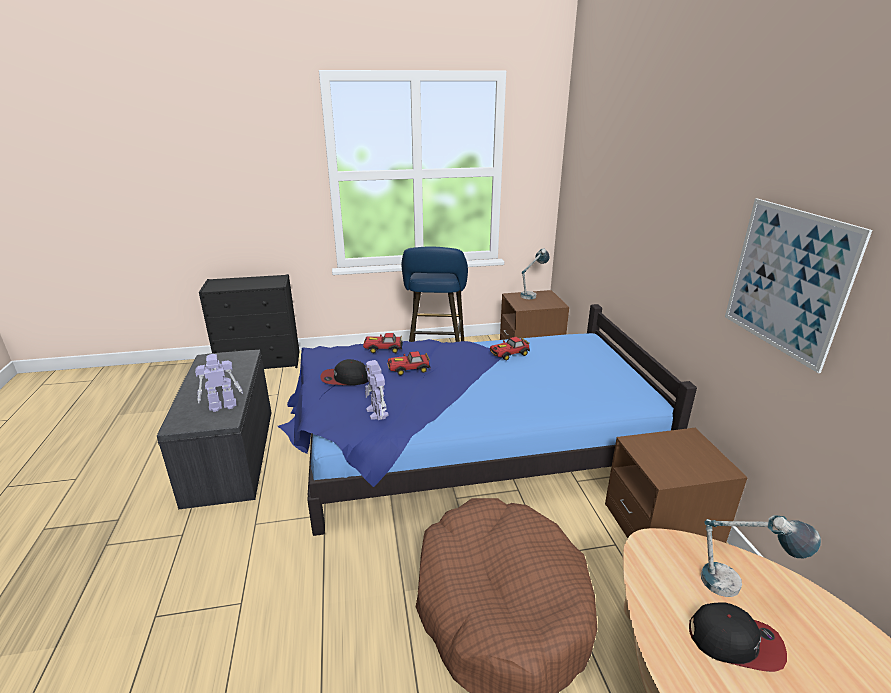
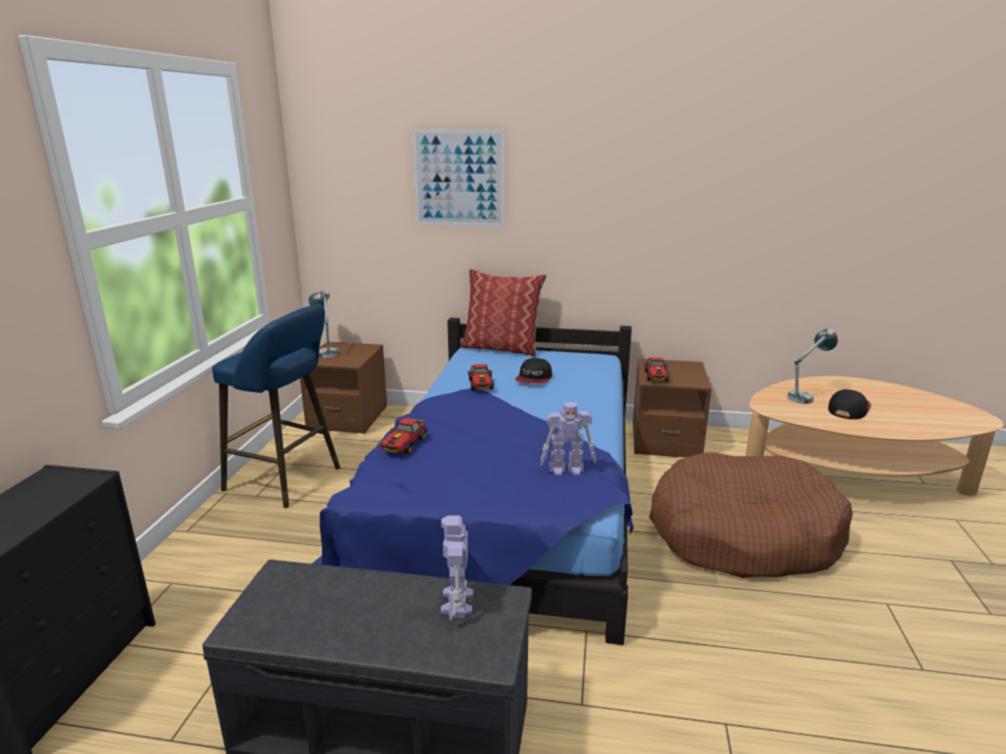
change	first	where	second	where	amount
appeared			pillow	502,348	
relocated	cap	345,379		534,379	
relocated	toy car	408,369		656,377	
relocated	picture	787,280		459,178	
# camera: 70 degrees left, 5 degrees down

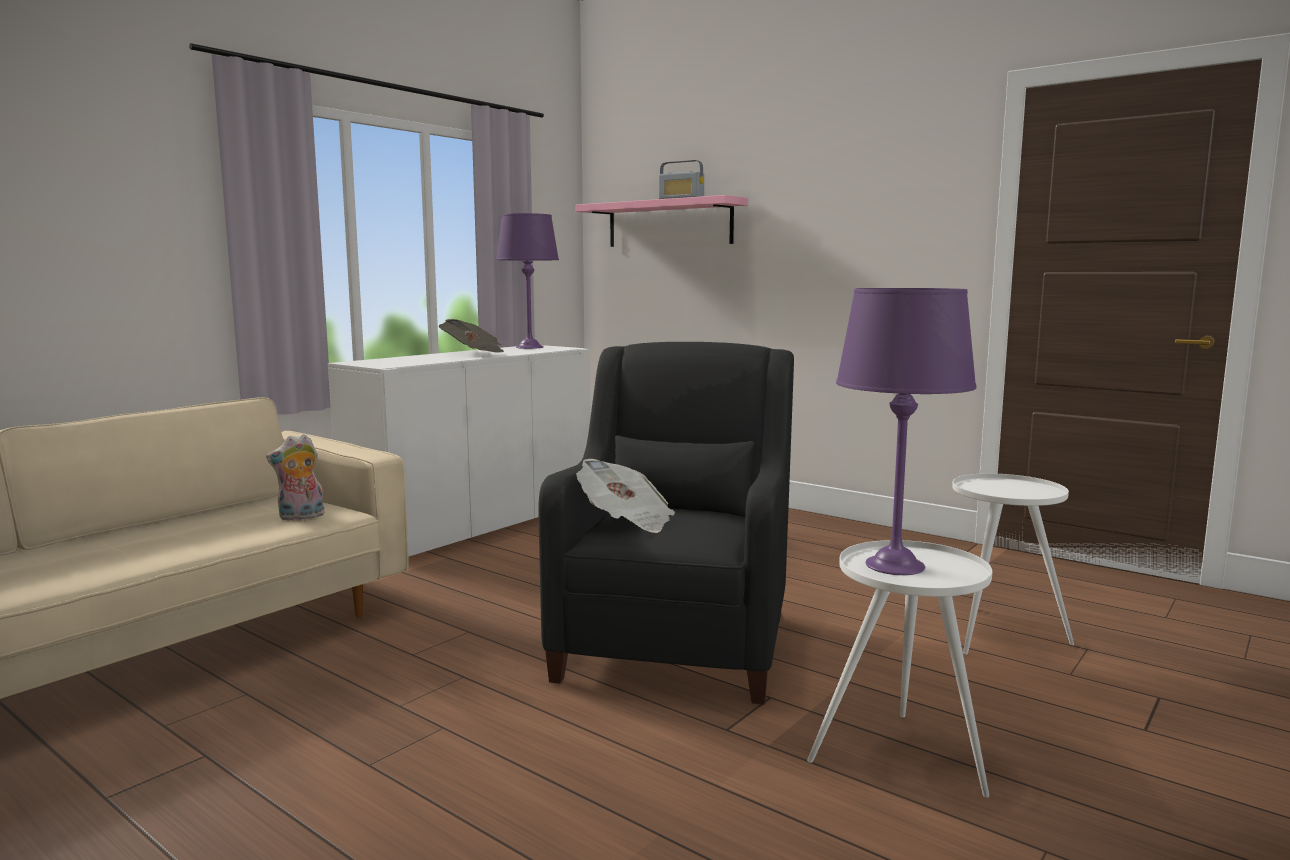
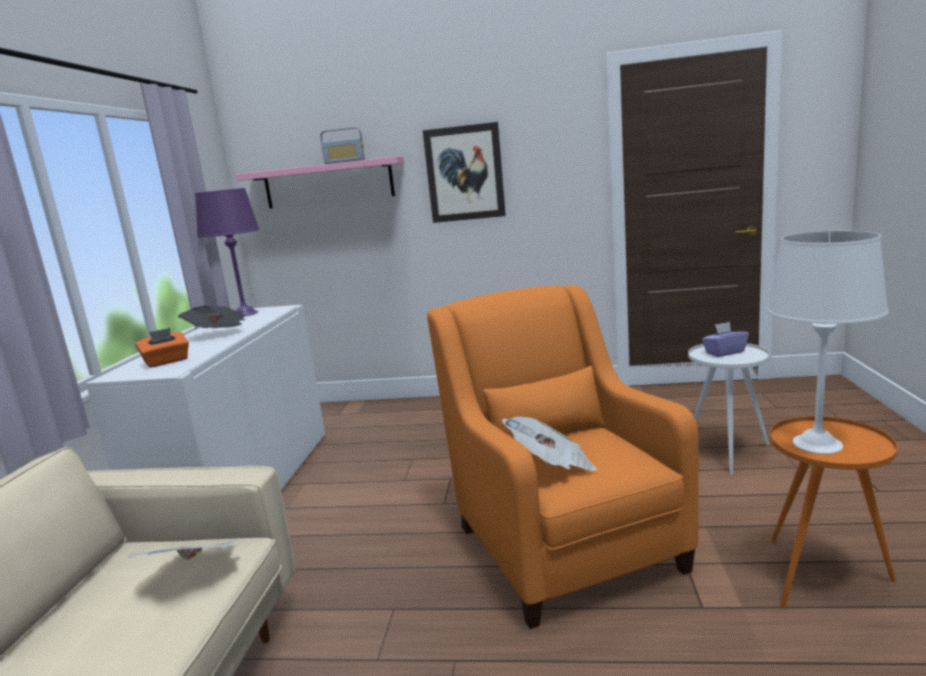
change	first	where	second	where	amount
appeared			tissue box (orange)	167,362	
appeared			picture	464,173	
appeared			tissue box (purple)	724,352	
exchanged	plush toy	300,517	newspaper	197,571	
colour	armchair (black)	677,641	armchair (orange)	563,542	
colour	side table (white)	902,760	side table (orange)	821,577	
colour	table lamp (purple)	896,565	table lamp (white)	818,444	
# camera: 30 degrees left, 5 degrees up

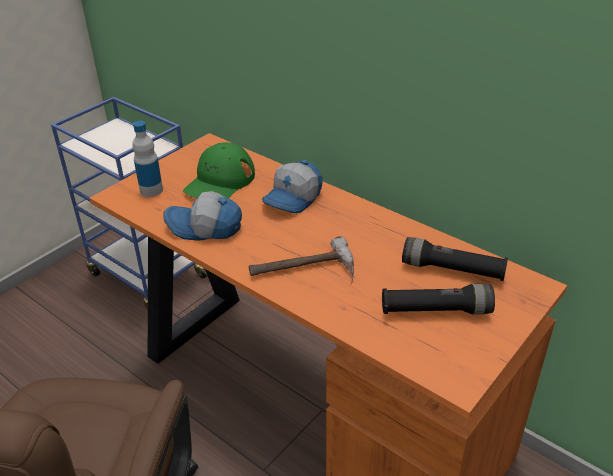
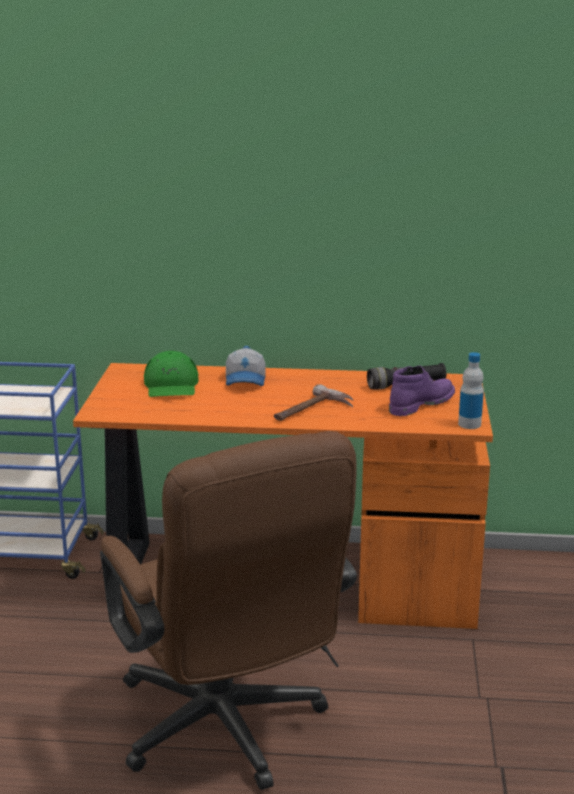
change	first	where	second	where	amount
missing	cap	204,228			
relocated	bottle	151,190		469,424	
exchanged	flashlight (black)	435,311	boot (purple)	420,404	
# camera: 35 degrees left, 15 degrees down

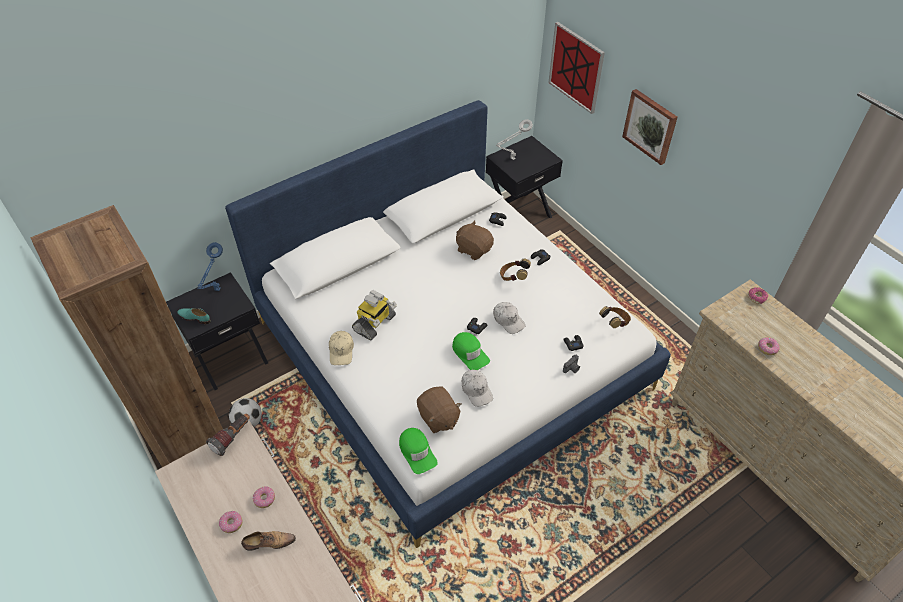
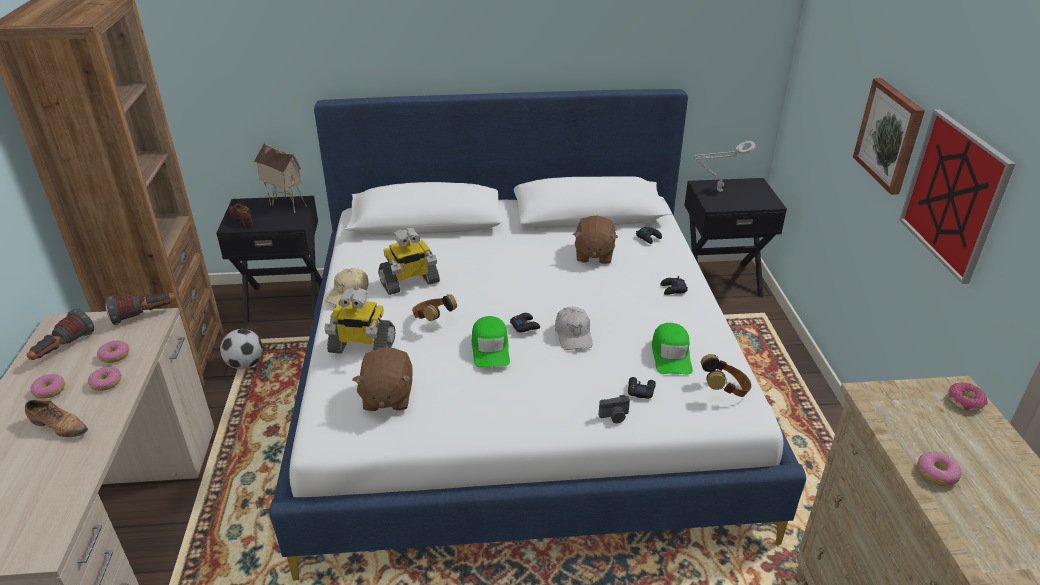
change	first	where	second	where	amount
missing	cap (white)	476,390			
appeared			flashlight	63,349	
appeared			donut	114,356	
appeared			toy robot	361,346	
relocated	cap (green)	417,452		671,354	
relocated	headphones	513,277		433,320	
relocated	picture	576,67		954,194	
exchanged	table lamp (blue)	217,291	toy house	285,205	
colour	shoe (turquoise)	194,317	shoe (brown)	241,218	
spun	plush toy (brown)	474,249		593,255	150 degrees counterclockwise
# camera: 30 degrees right, 15 degrees down

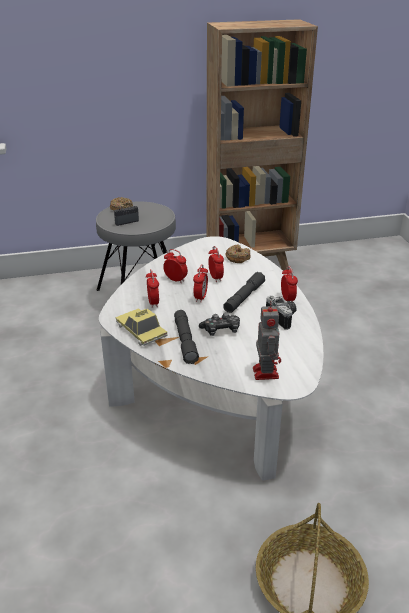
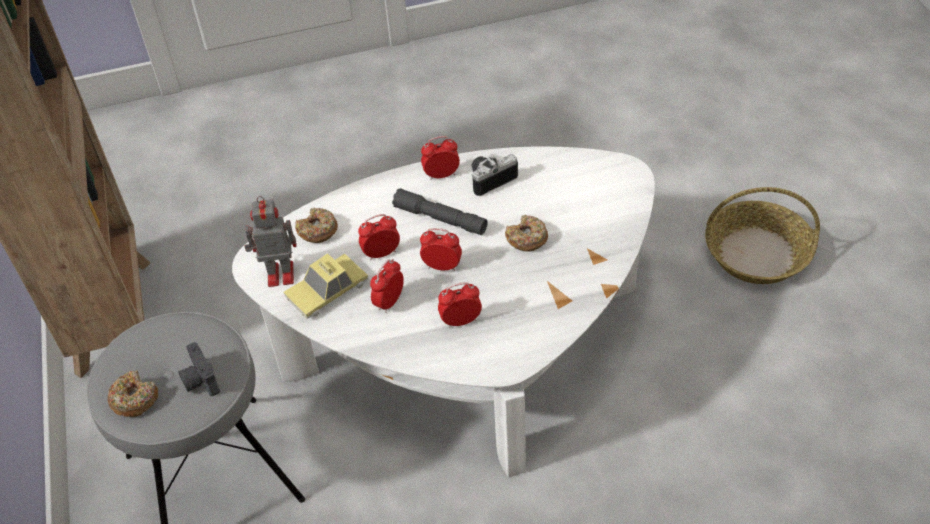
change	first	where	second	where	amount
missing	flashlight (grey)	185,341			
relocated	toy car	141,331		327,291	
relocated	toy robot	265,372		278,274	
exchanged	game controller	221,330	donut	526,239	
# camera: 90 degrees left, 15 degrees up

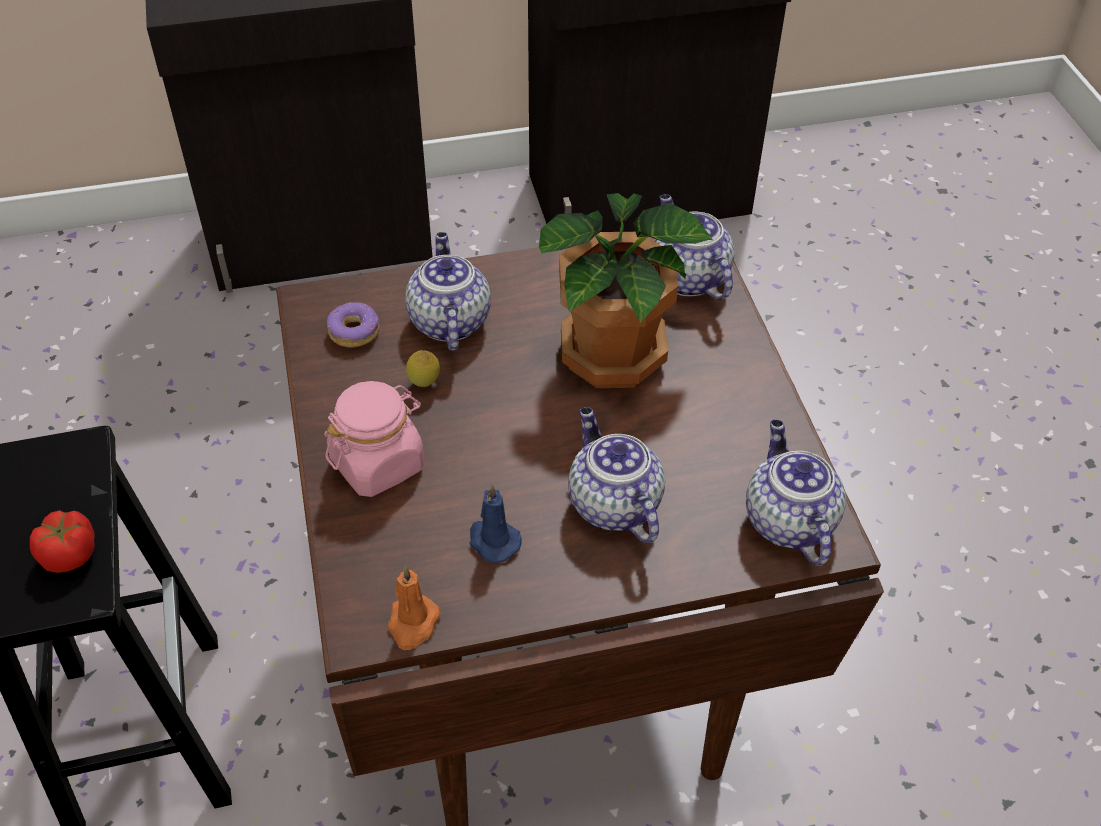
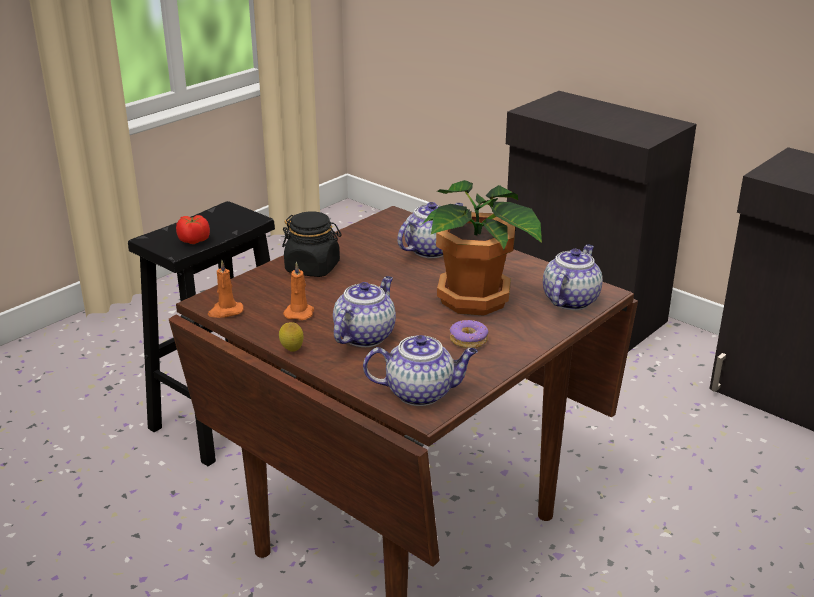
change	first	where	second	where	amount
relocated	donut	354,331		468,340	
relocated	lemon	424,385		292,351	
colour	jar (pink)	378,463	jar (black)	313,268	
colour	candle (blue)	493,541	candle (orange)	299,313	
spun	teapot	787,520		421,392	45 degrees clockwise
# camera: 55 degrees right, 20 degrees down

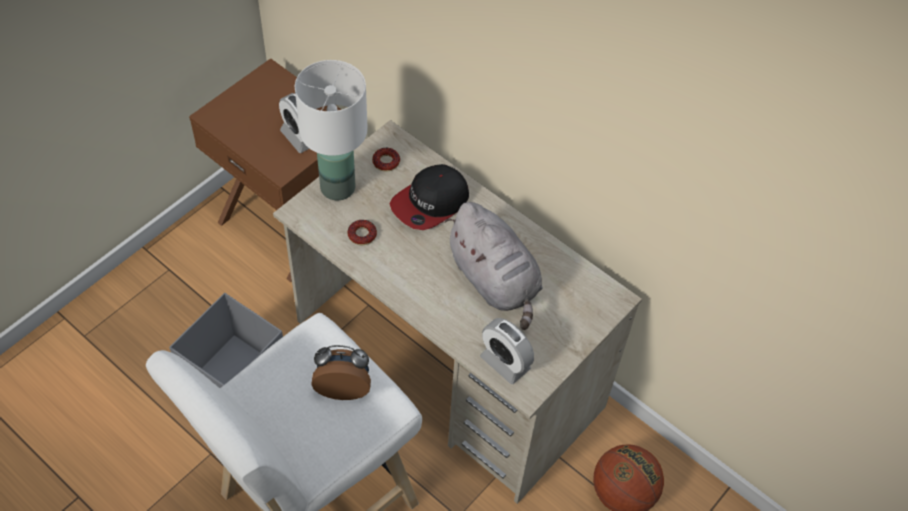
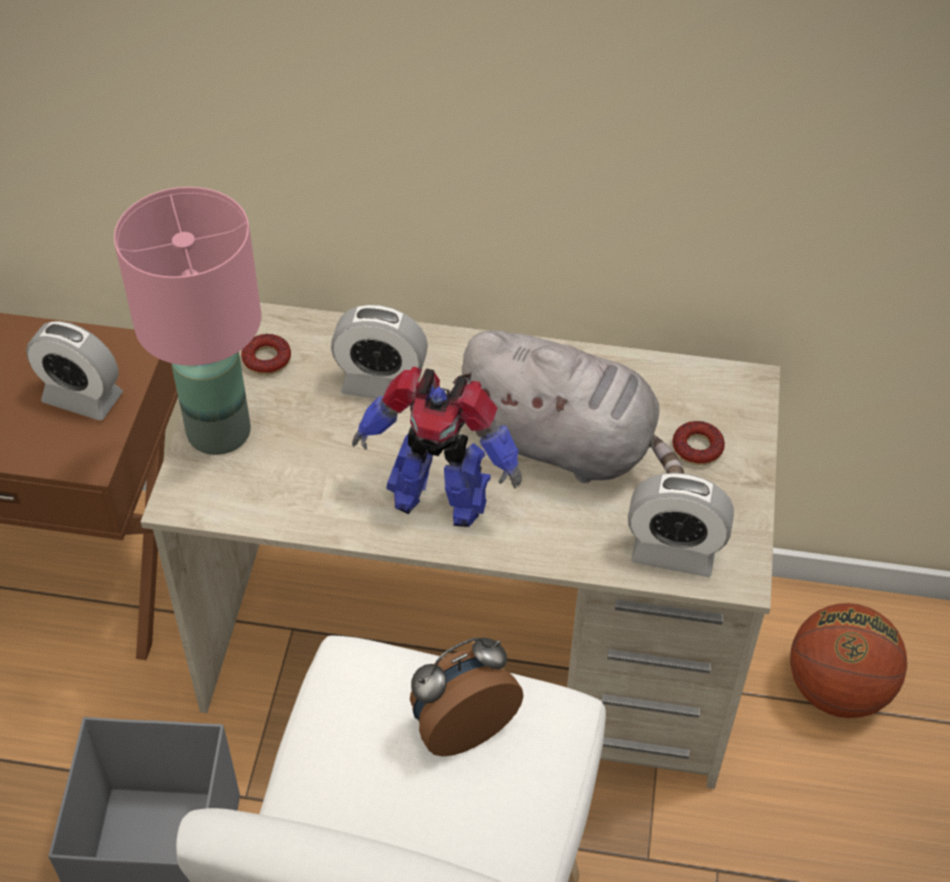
change	first	where	second	where	amount
appeared			toy robot	438,497	
relocated	donut	362,235		697,448	
exchanged	cap	430,203	alarm clock	381,384	
colour	table lamp (white)	337,186	table lamp (pink)	217,431	
# camera: 30 degrees left, 5 degrees down

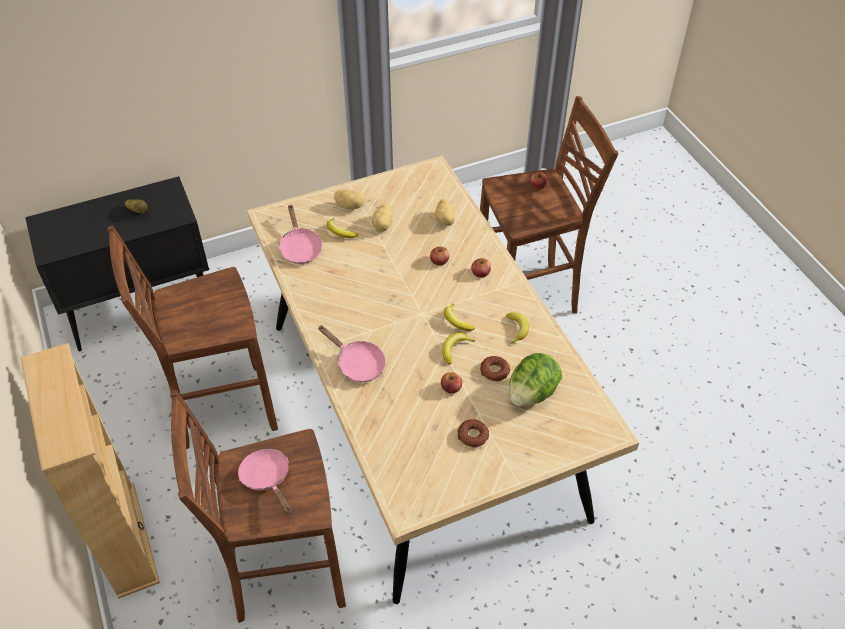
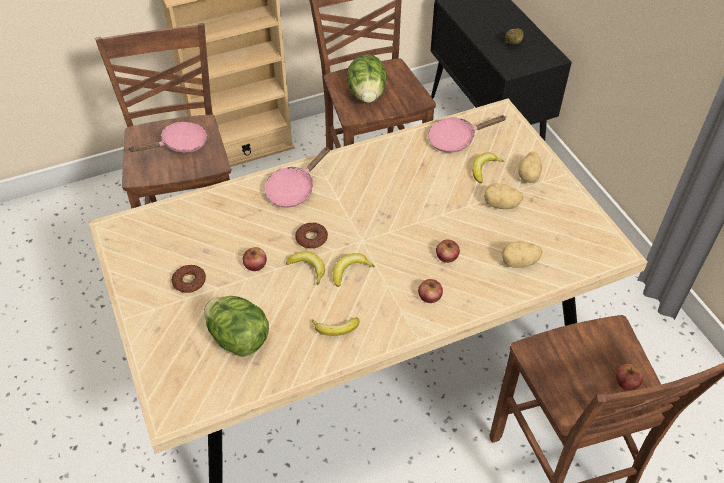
change	first	where	second	where	amount
appeared			lettuce	367,94	
relocated	donut	494,371		311,238	
# camera: 90 degrees right, 0 degrees up

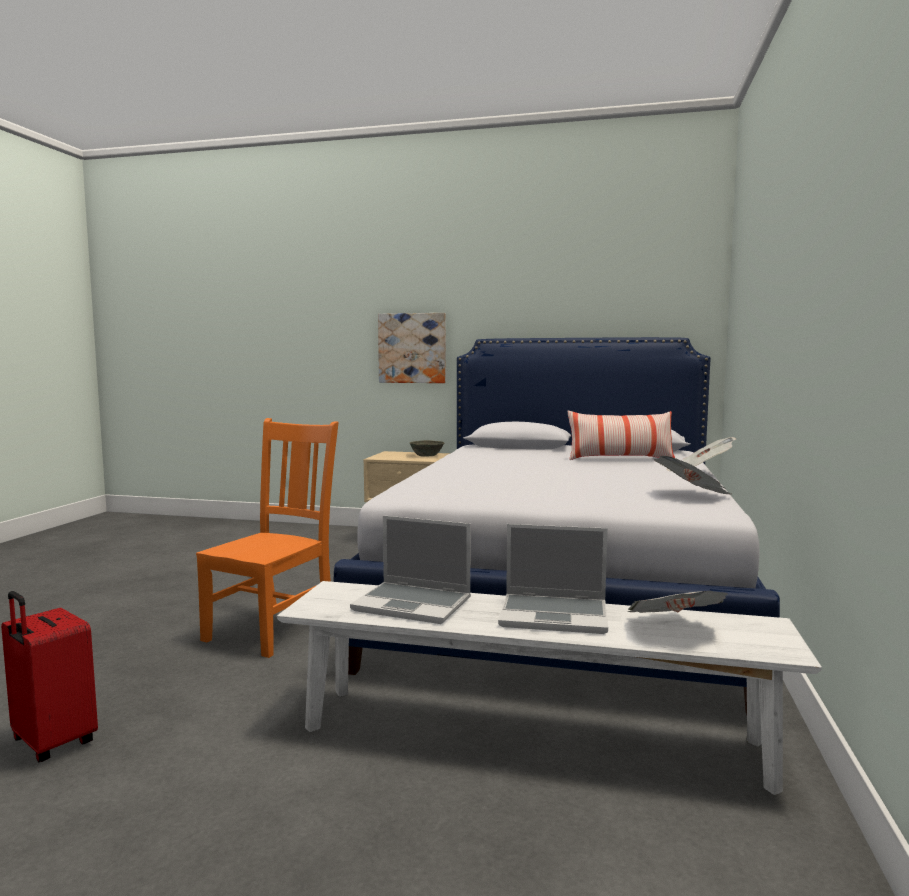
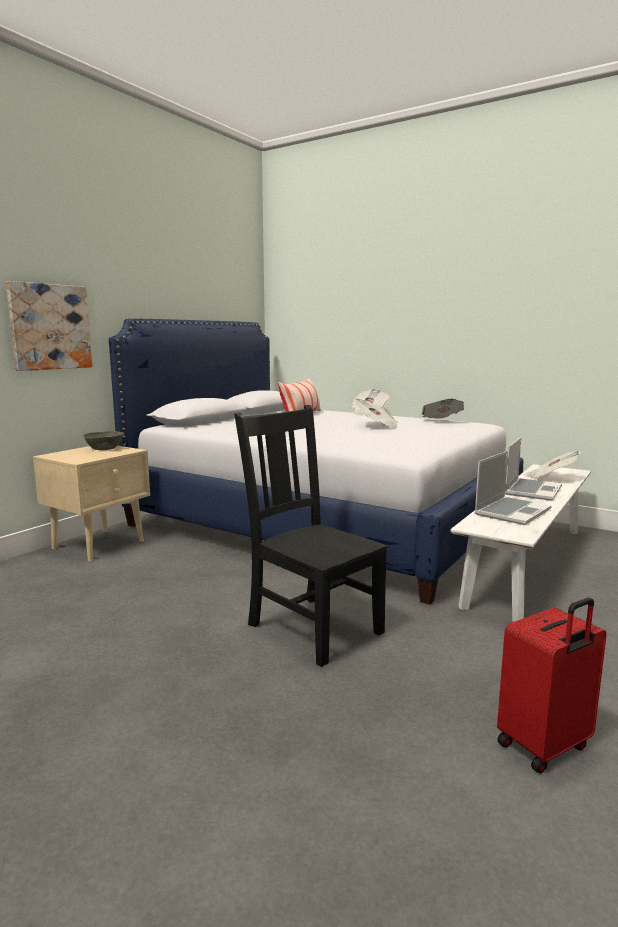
change	first	where	second	where	amount
appeared			newspaper	377,426	
colour	chair (orange)	274,628	chair (black)	312,626	
# camera: 70 degrees left, 5 degrees up

